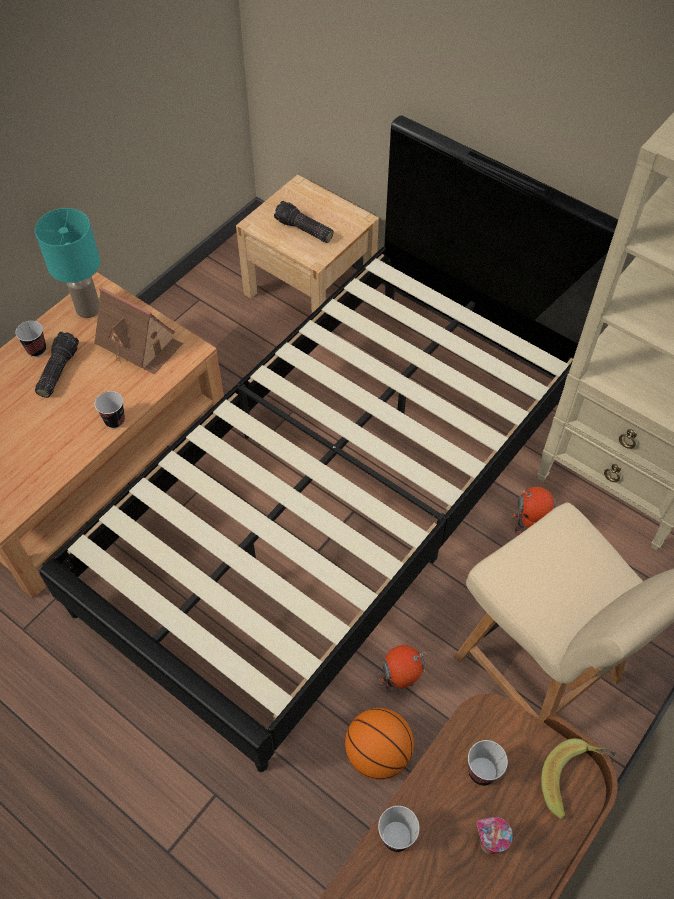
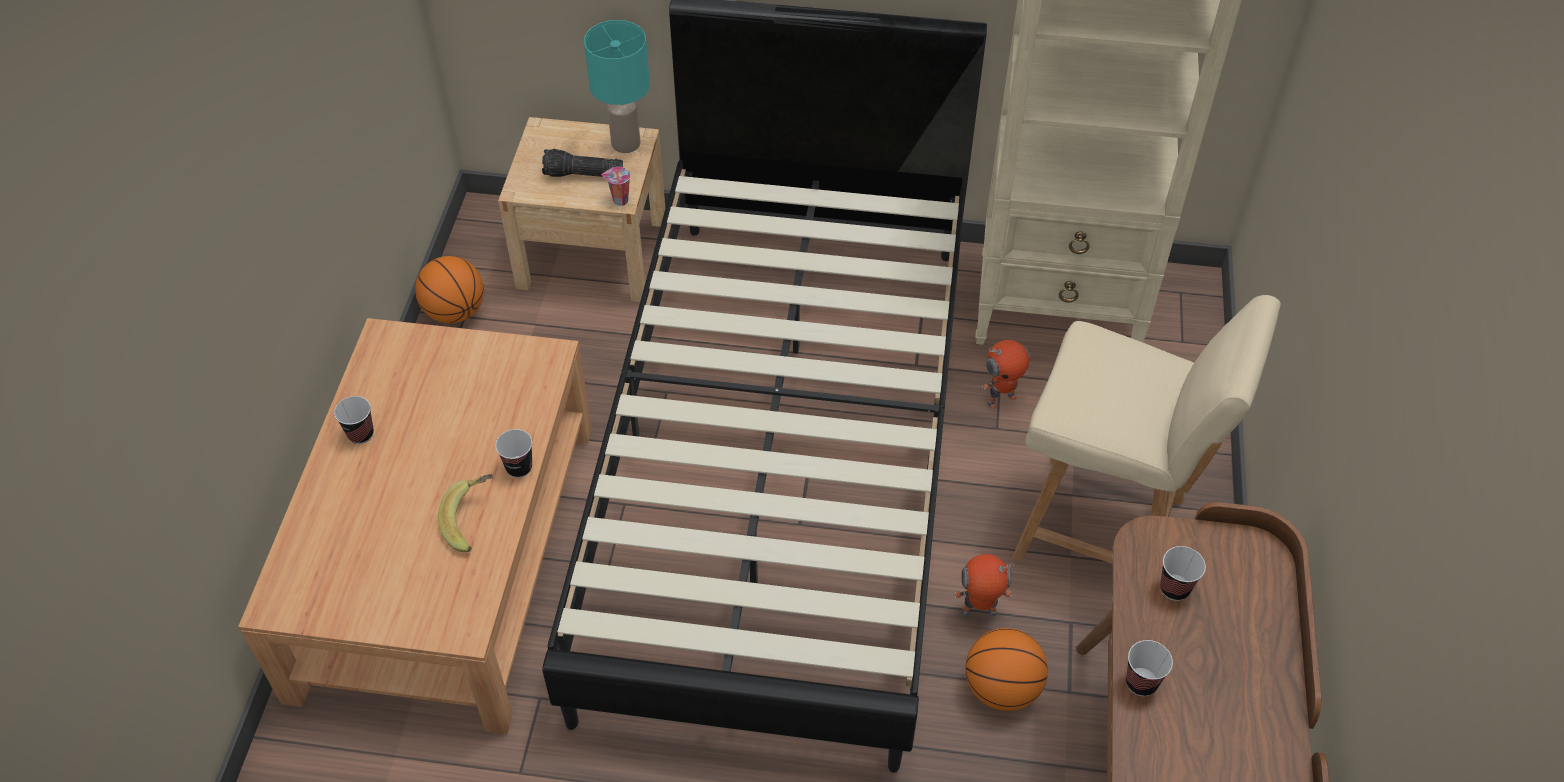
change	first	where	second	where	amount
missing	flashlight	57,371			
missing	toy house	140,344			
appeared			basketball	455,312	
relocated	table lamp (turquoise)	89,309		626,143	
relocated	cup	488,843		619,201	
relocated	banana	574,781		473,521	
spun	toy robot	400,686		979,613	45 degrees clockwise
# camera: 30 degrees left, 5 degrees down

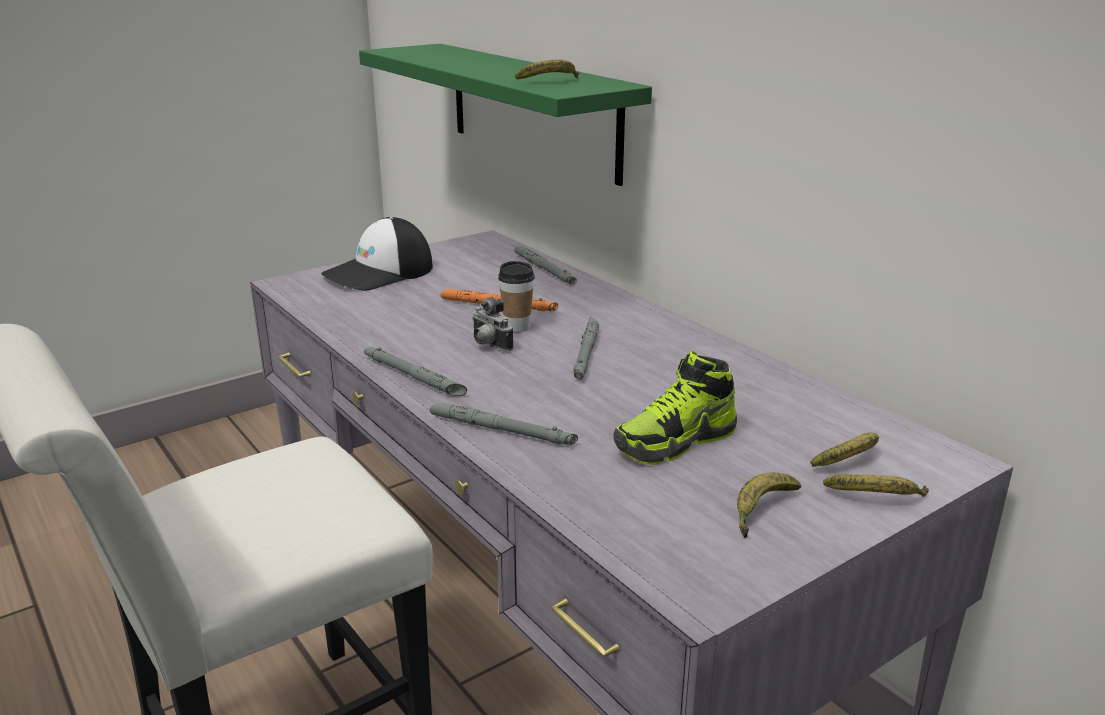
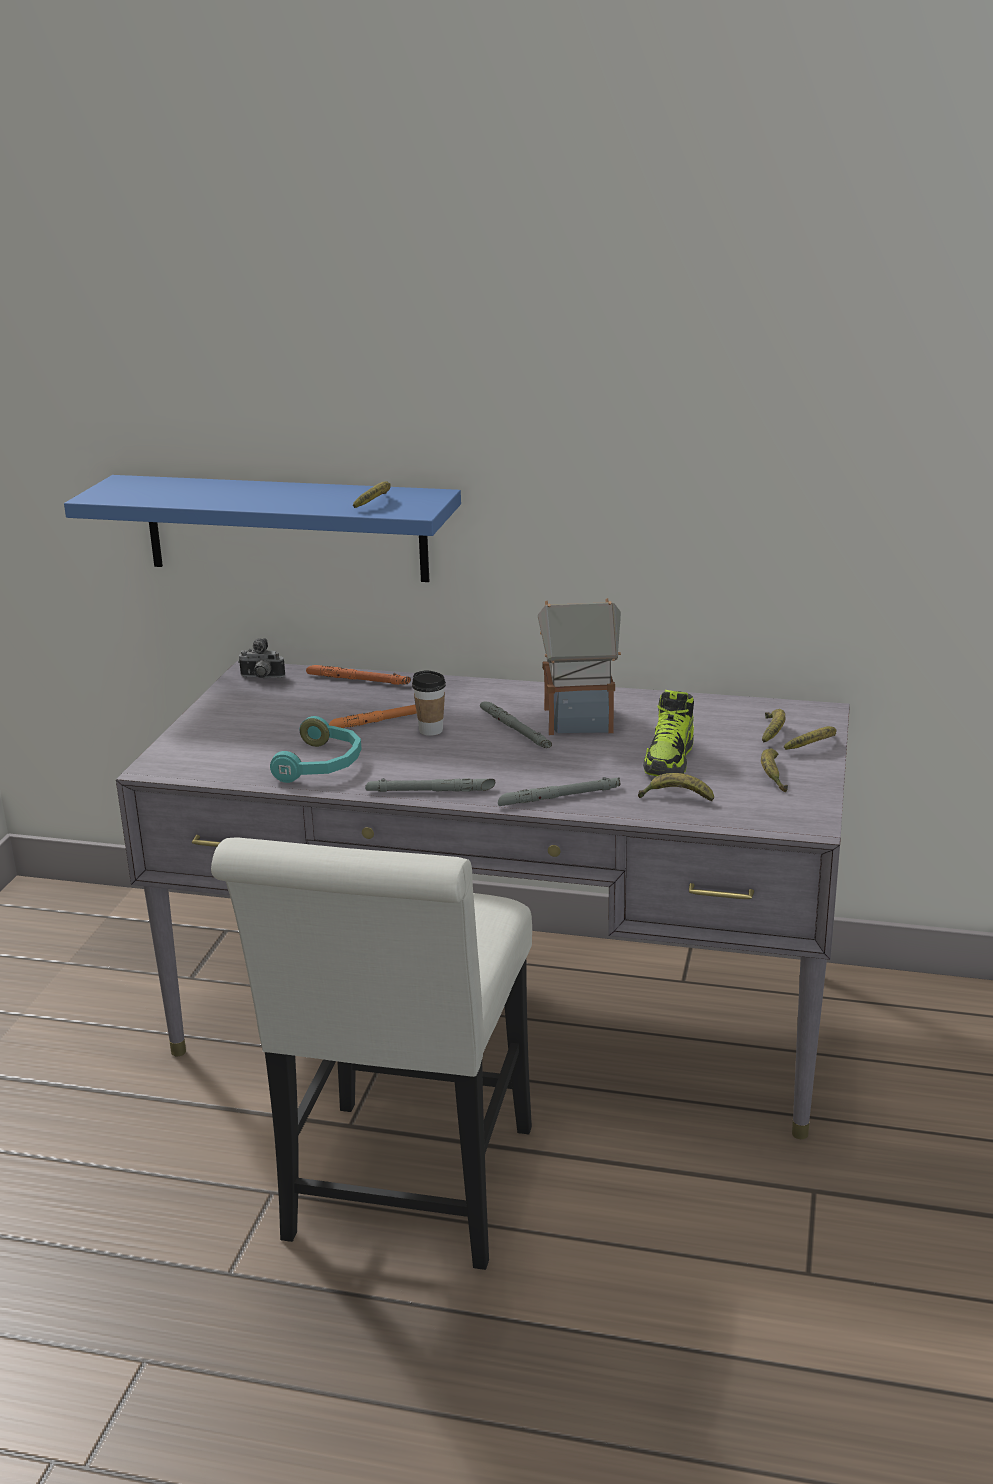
change	first	where	second	where	amount
missing	cap	379,273			
appeared			headphones (turquoise)	322,764	
appeared			toy house	580,720	
appeared			banana	676,797	
relocated	photo camera	488,345		261,678	
colour	shelf (green)	532,109	shelf (blue)	285,528	
colour	flashlight (grey)	544,269	flashlight (orange)	358,680	
# camera: 40 degrees left, 0 degrees up

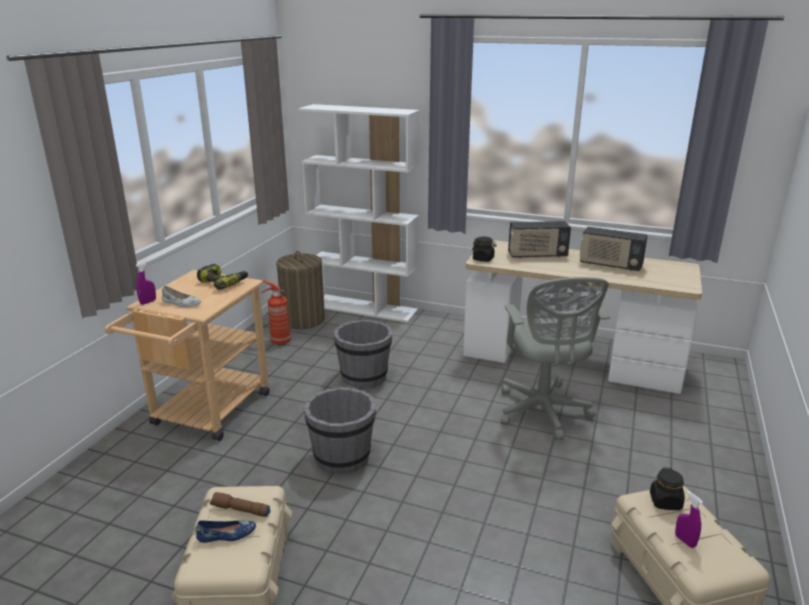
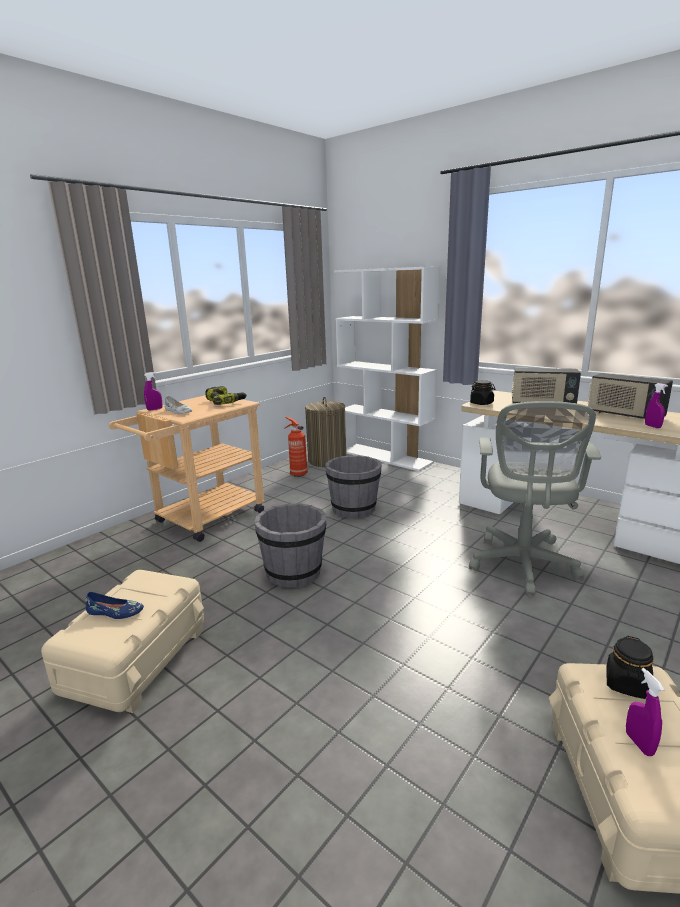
change	first	where	second	where	amount
missing	flashlight (brown)	240,510			
appeared			spray bottle (purple)	652,426	
# camera: 20 degrees right, 5 degrees down

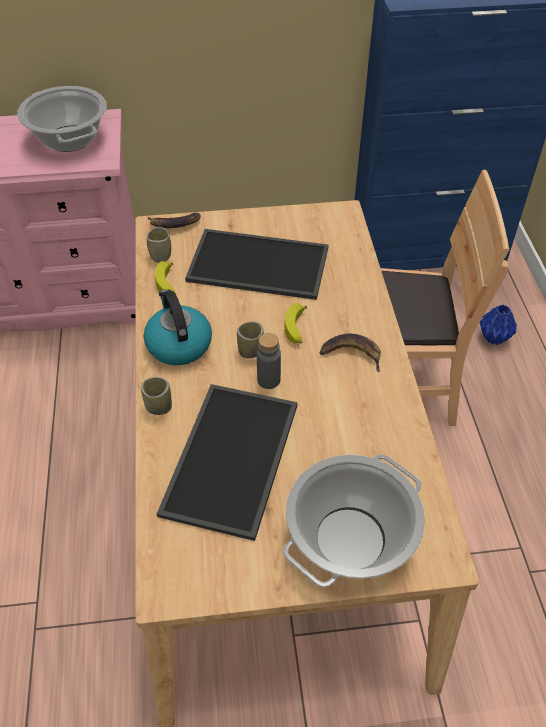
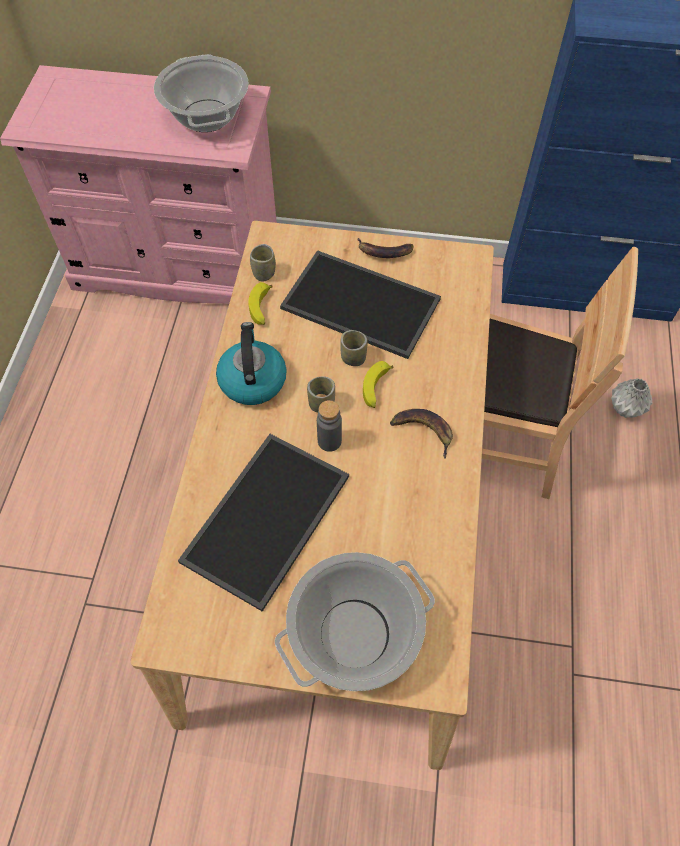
change	first	where	second	where	amount
relocated	cup	159,407		353,358	
relocated	banana	174,224		383,252	
colour	vase (blue)	494,338	vase (grey)	625,409	
# camera: 15 degrees right, 10 degrees up

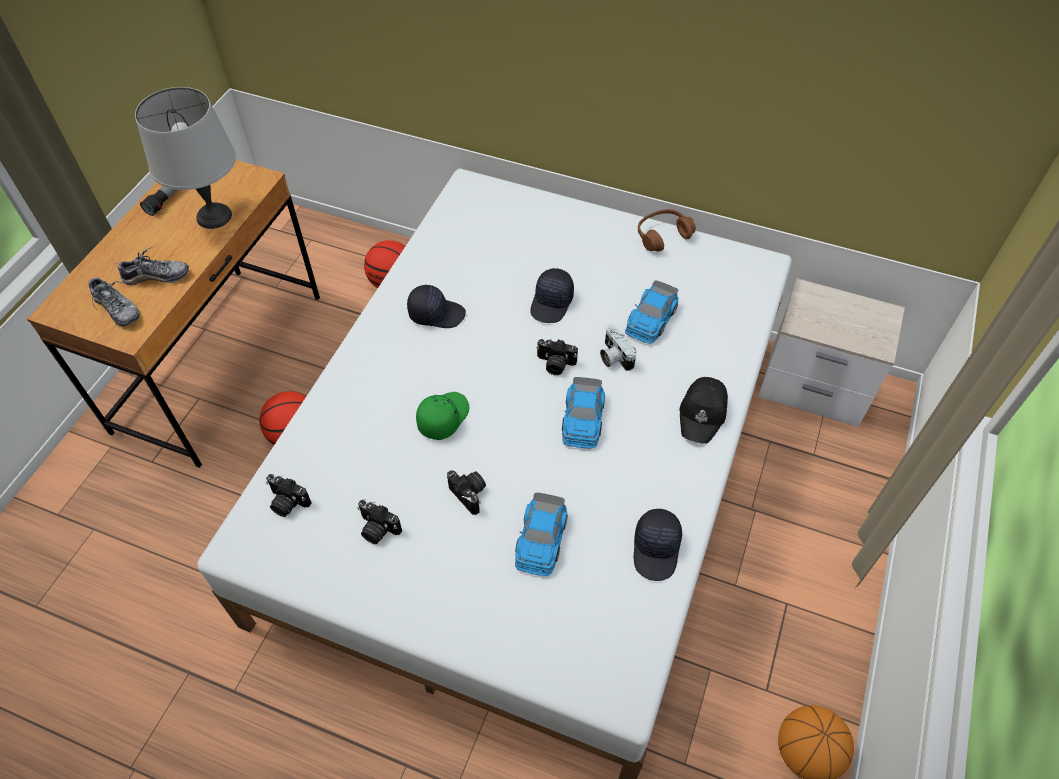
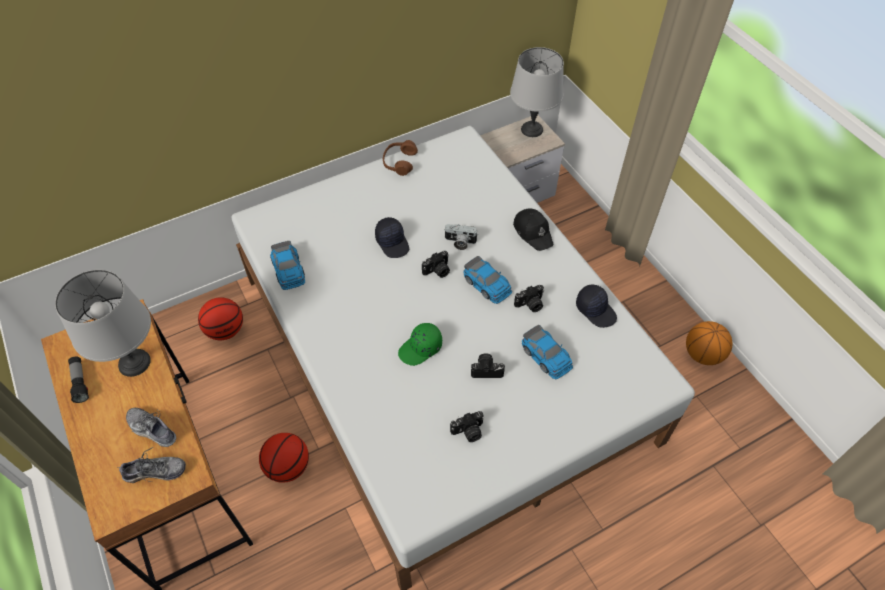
change	first	where	second	where	amount
missing	cap (black)	436,313			
appeared			table lamp (grey)	532,129	
relocated	photo camera	287,502		530,305	
relocated	toy car	651,319		288,270	
spun	shoe	157,276		152,430	90 degrees counterclockwise
spun	cap (green)	442,417		421,349	105 degrees counterclockwise
# camera: 50 degrees left, 0 degrees up

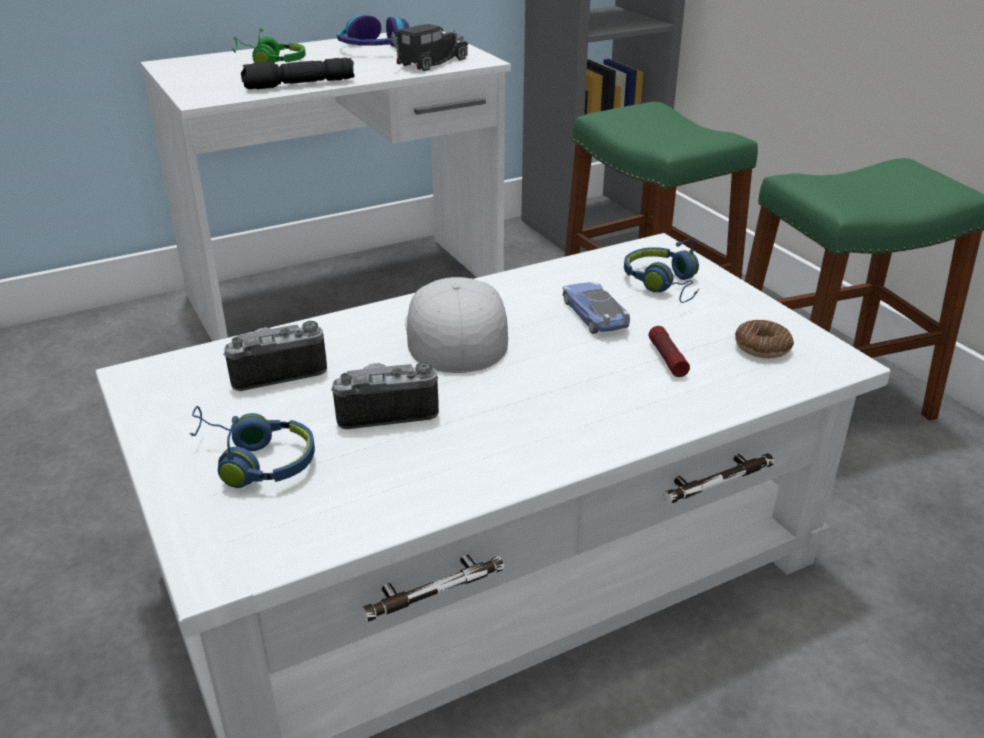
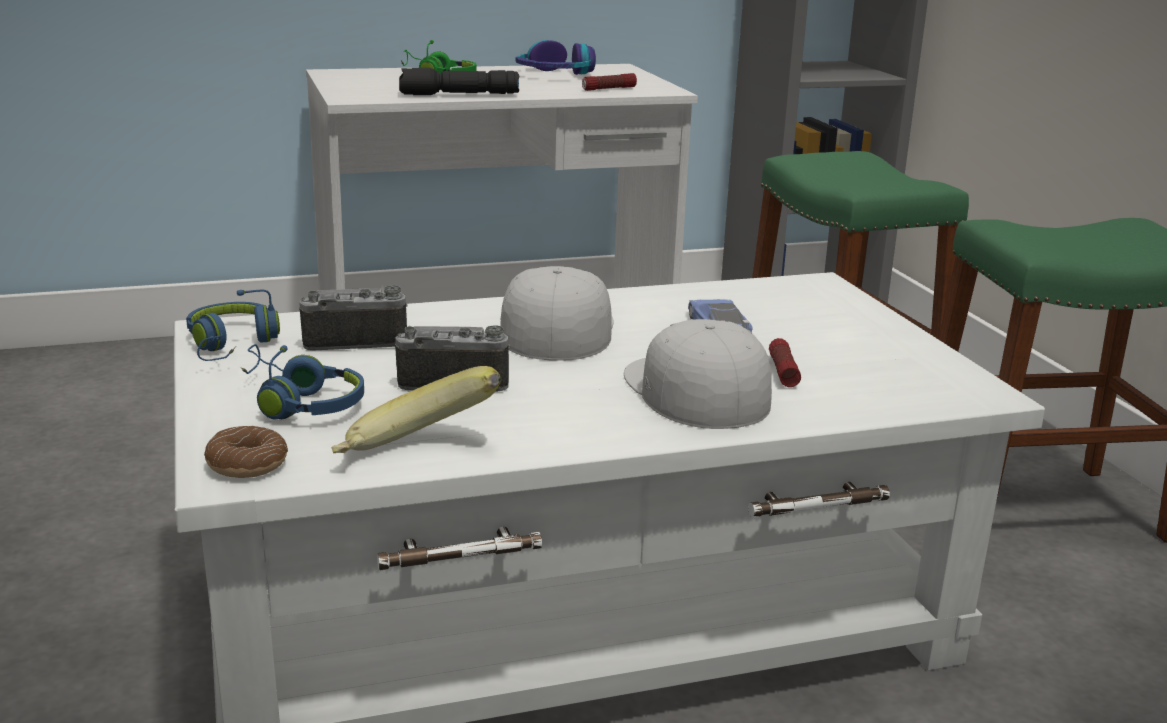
change	first	where	second	where	amount
appeared			banana	416,455	
appeared			cap (white)	694,389	
relocated	headphones (blue)	665,284		232,345	
relocated	donut	762,347		247,464	
exchanged	toy truck	430,63	flashlight	609,89	
# camera: 10 degrees right, 10 degrees down

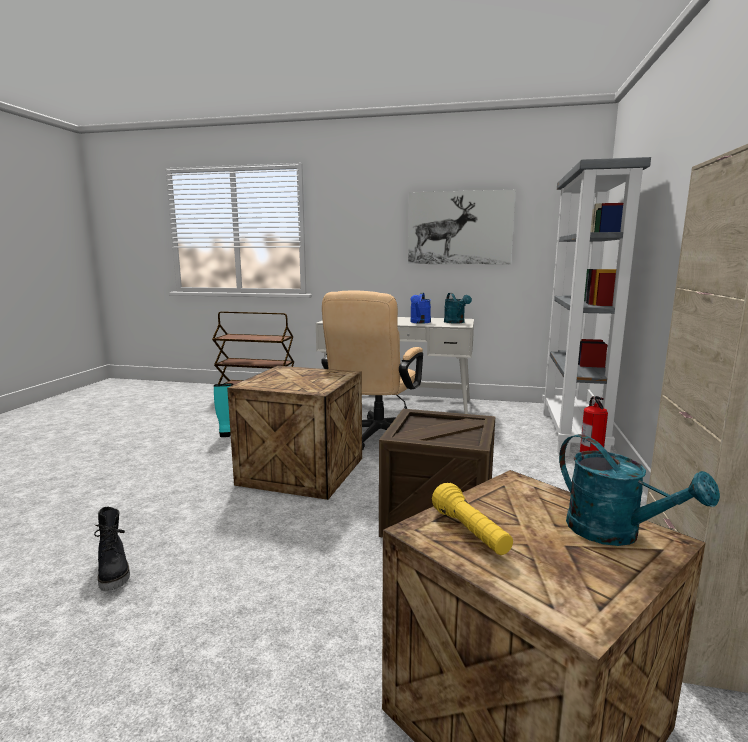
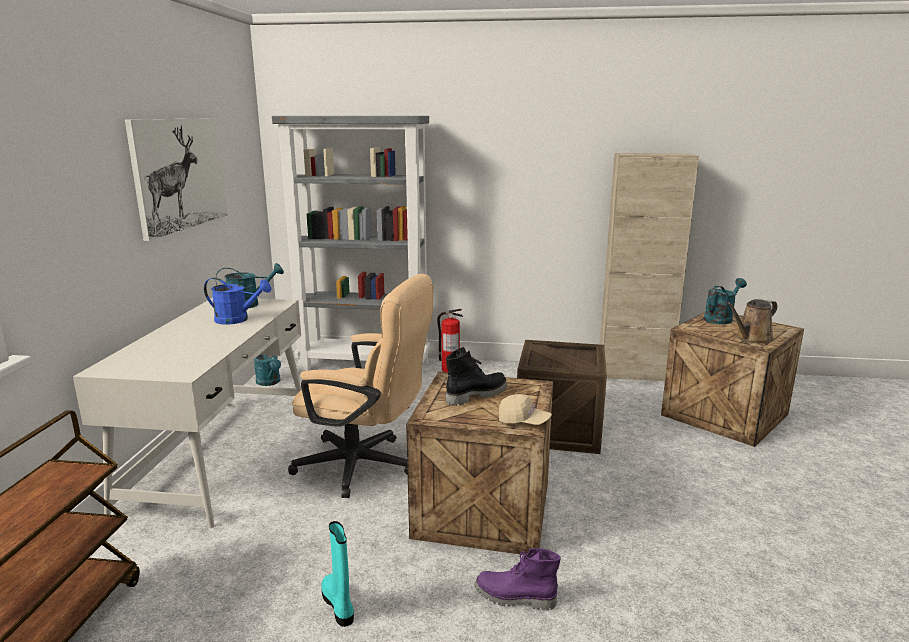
change	first	where	second	where	amount
appeared			watering can (turquoise)	270,382	
appeared			boot (purple)	515,598	
appeared			cap (beige)	523,421	
relocated	boot (black)	114,572		476,395	
exchanged	flashlight (yellow)	470,533	watering can (brown)	751,338	
# camera: 95 degrees left, 5 degrees up

